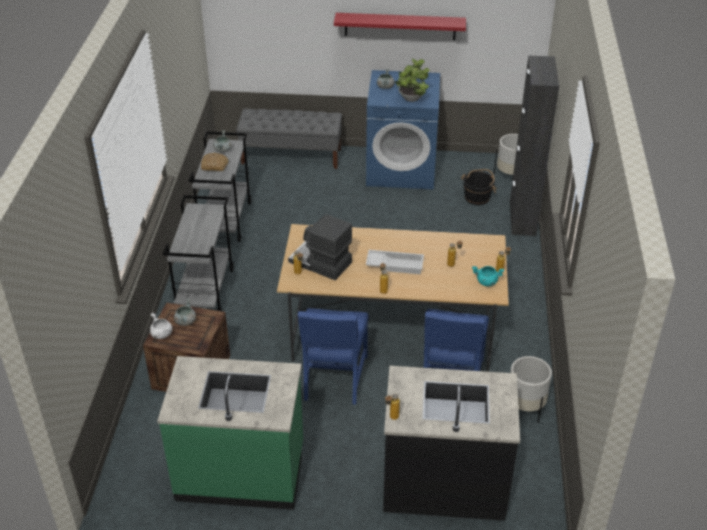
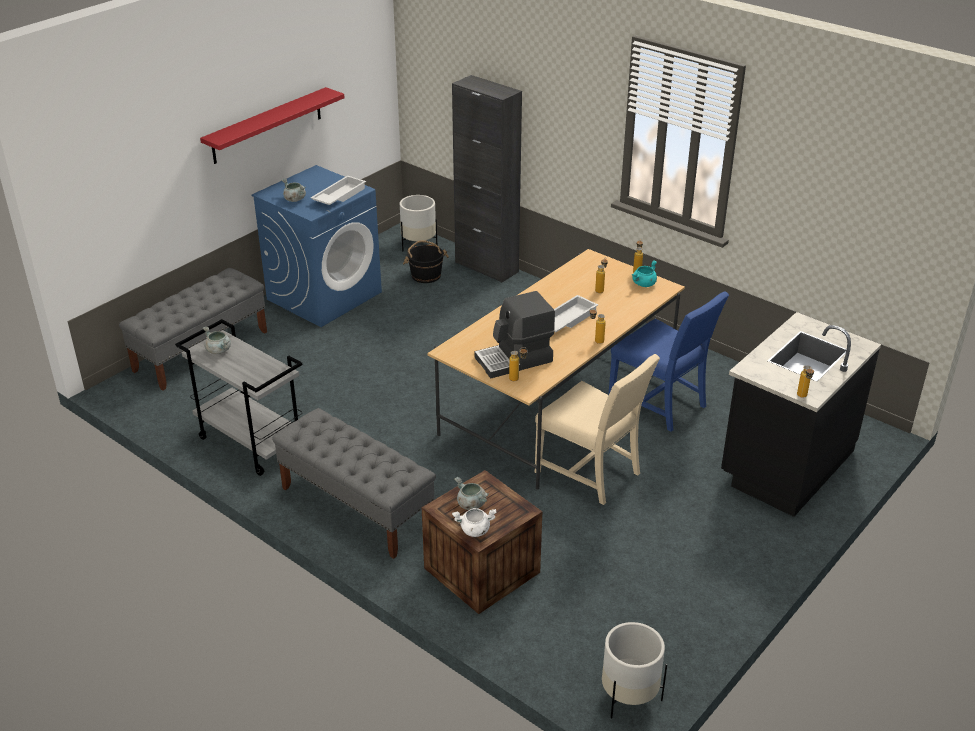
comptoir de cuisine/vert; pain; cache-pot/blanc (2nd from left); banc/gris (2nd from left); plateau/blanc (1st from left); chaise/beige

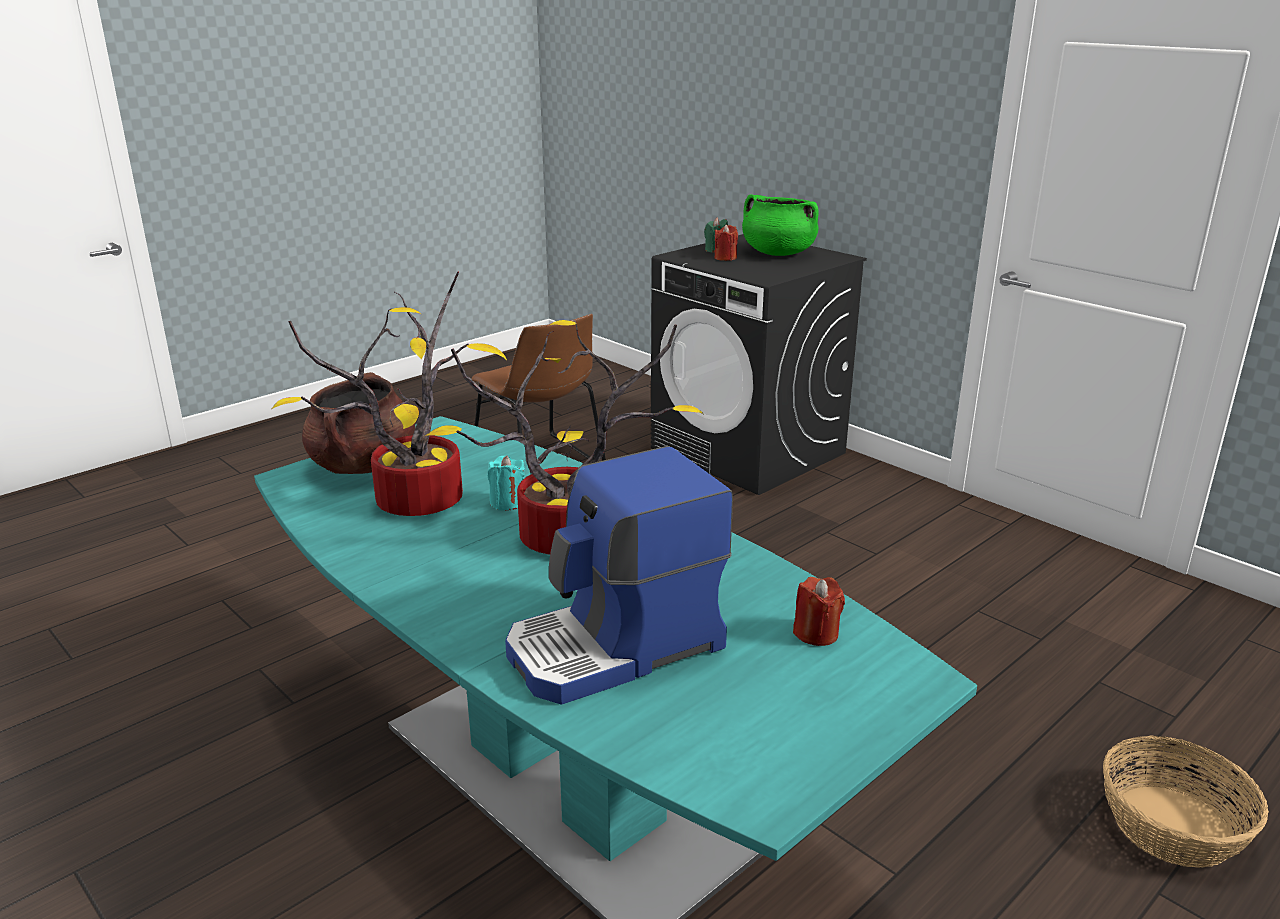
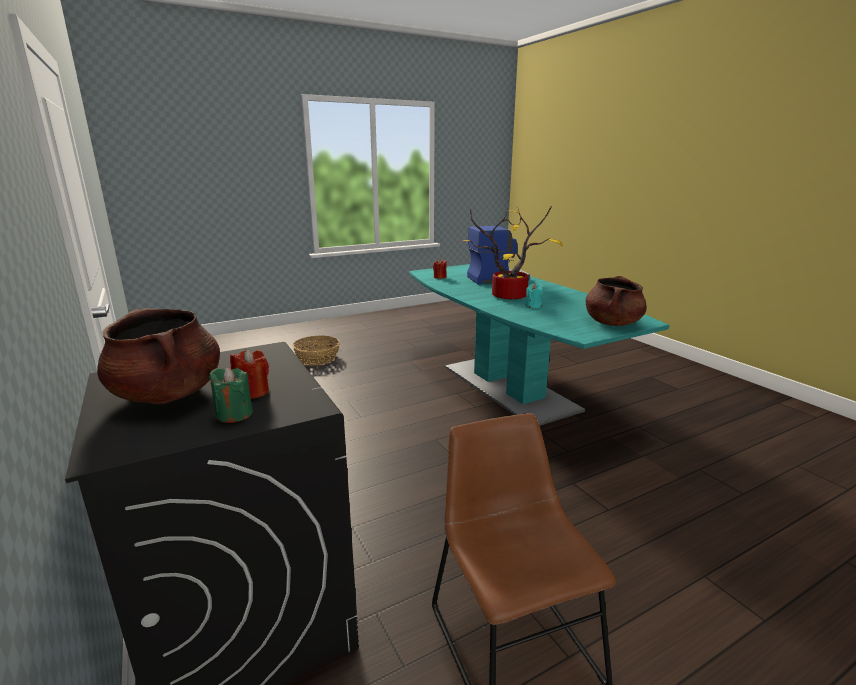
plante en pot (1st from left in the first image); marmite/marron (1st from left)

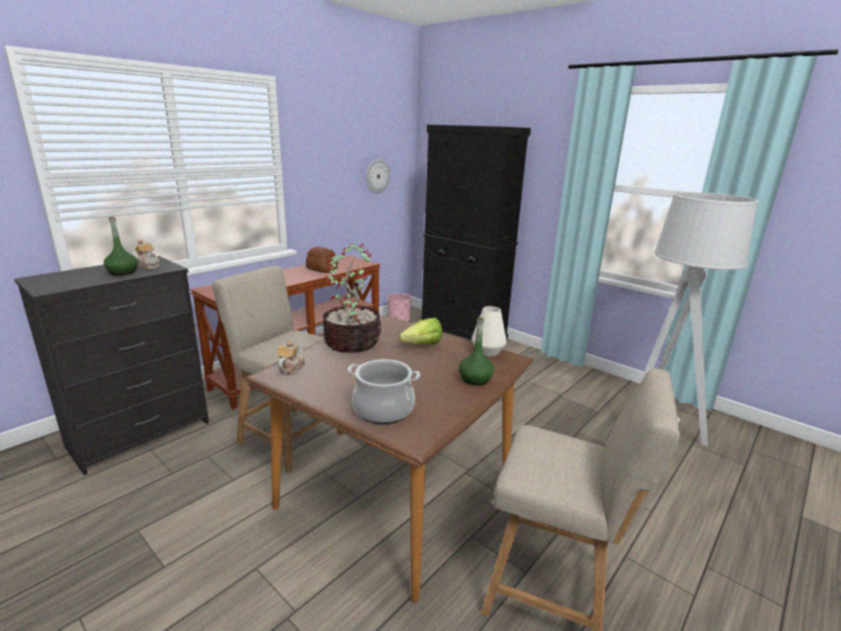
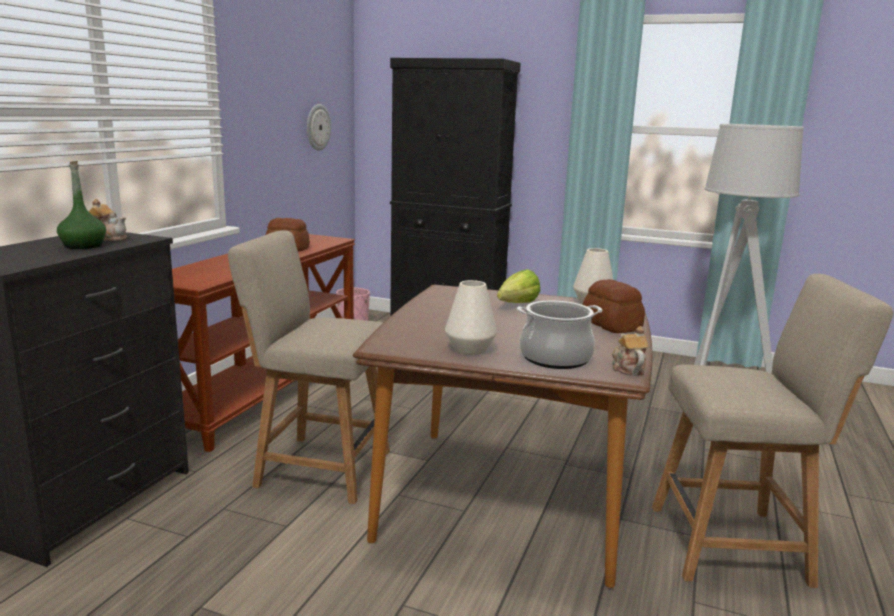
plante en pot; vase/blanc (1st from left); théière (2nd from left); pain (2nd from left)

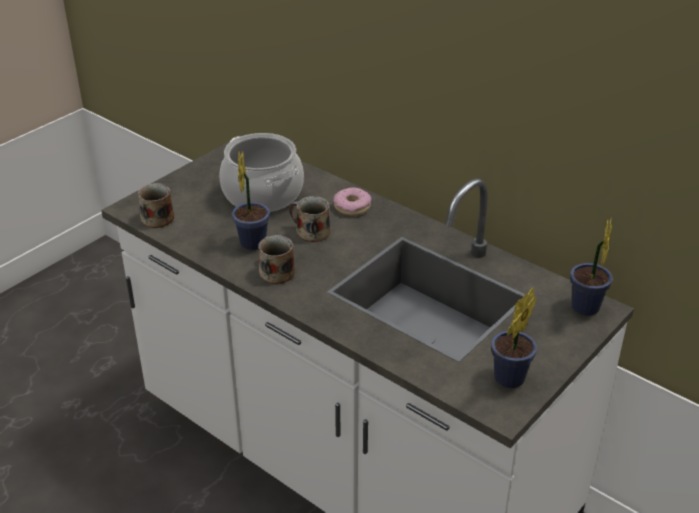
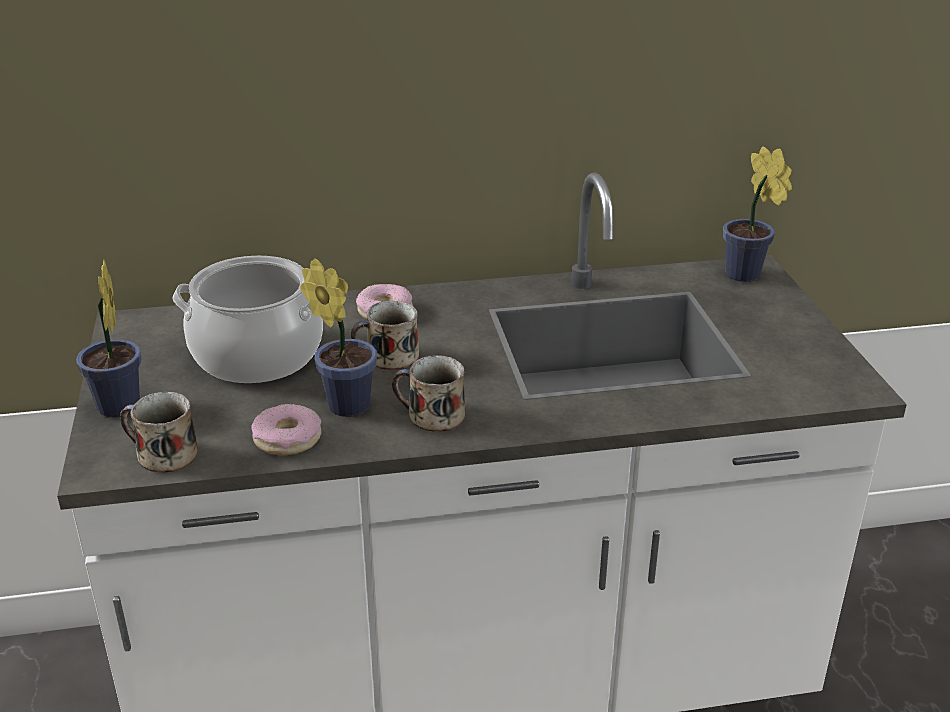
beignet (1st from left); plante en pot (1st from left)

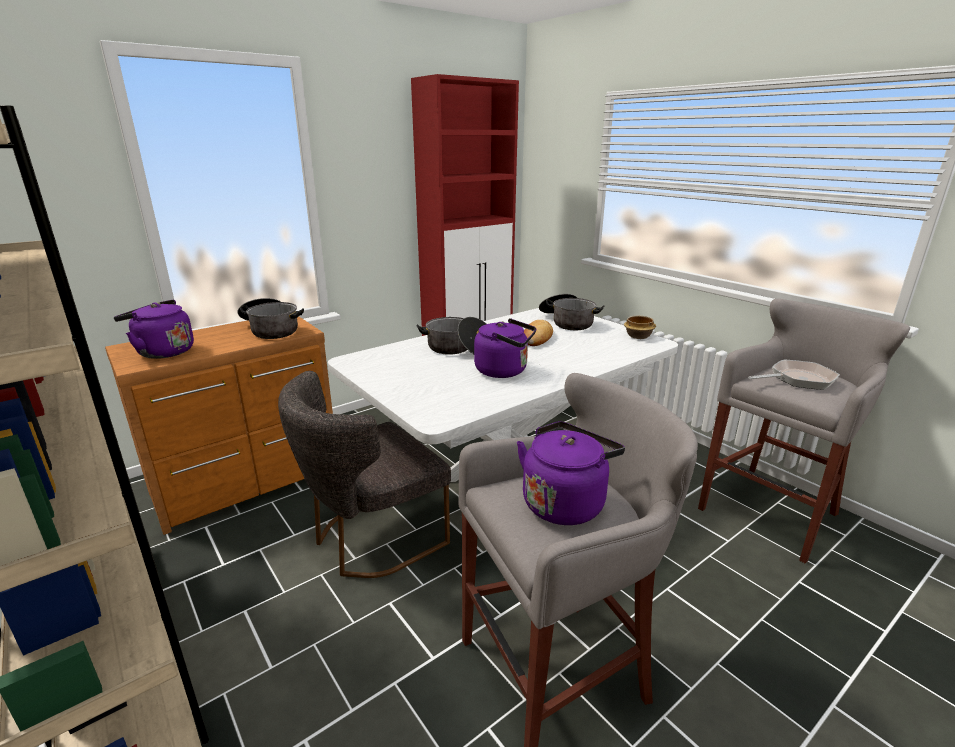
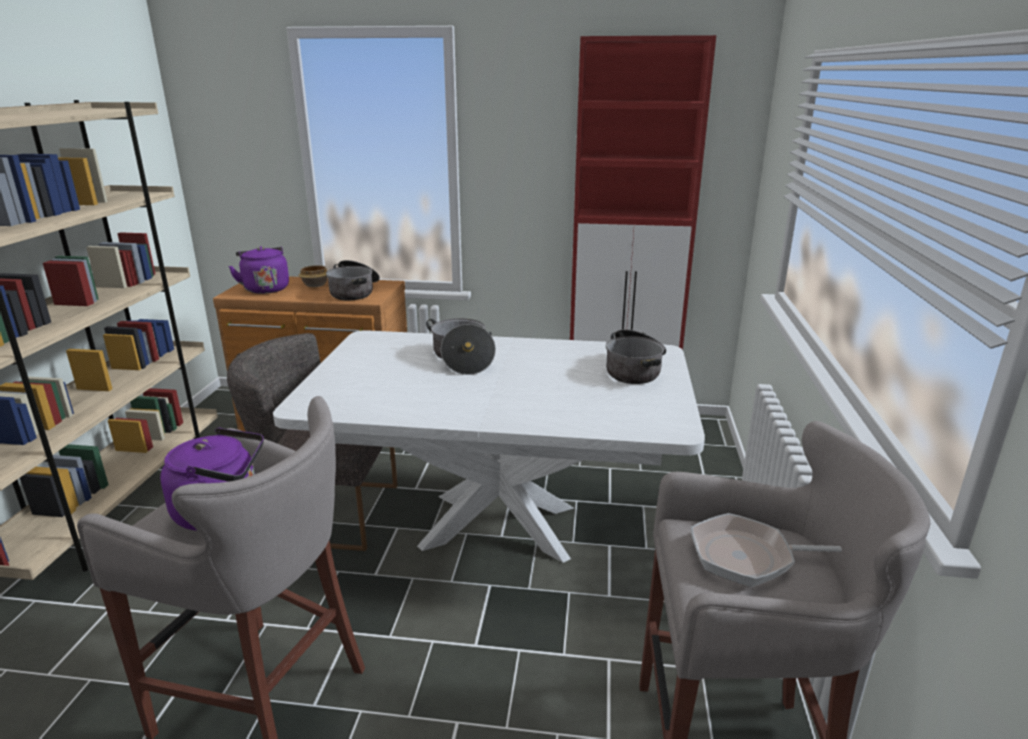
bouilloire/violet (2nd from left in the first image); pain; bol; poêle

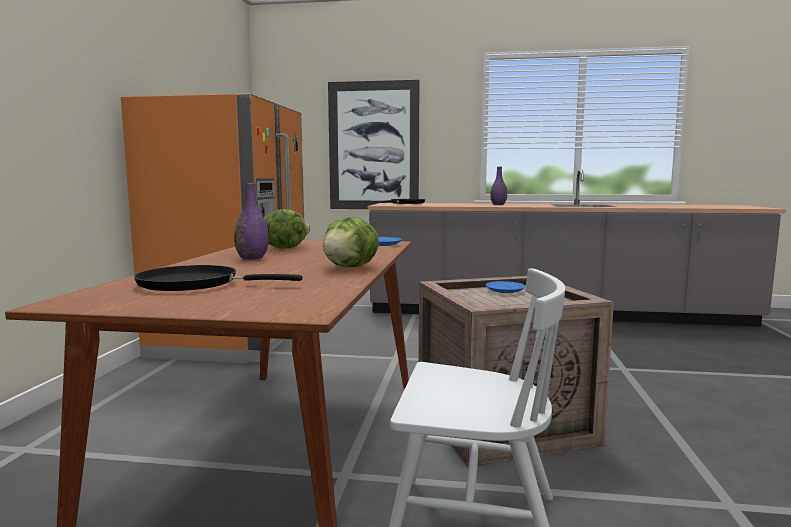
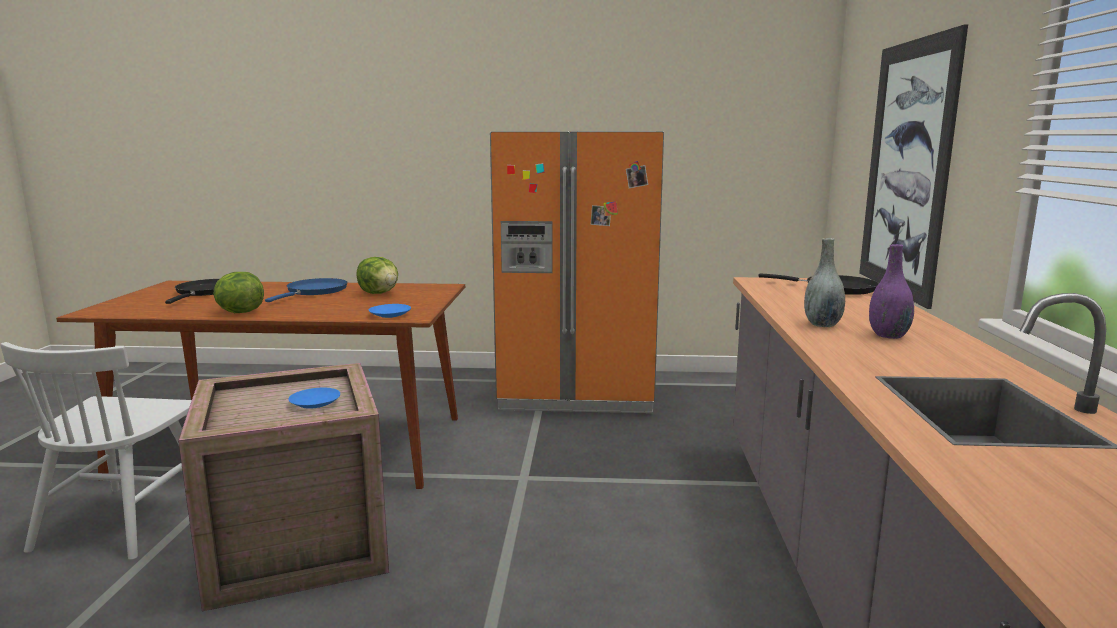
vase/gris; poêle/bleu

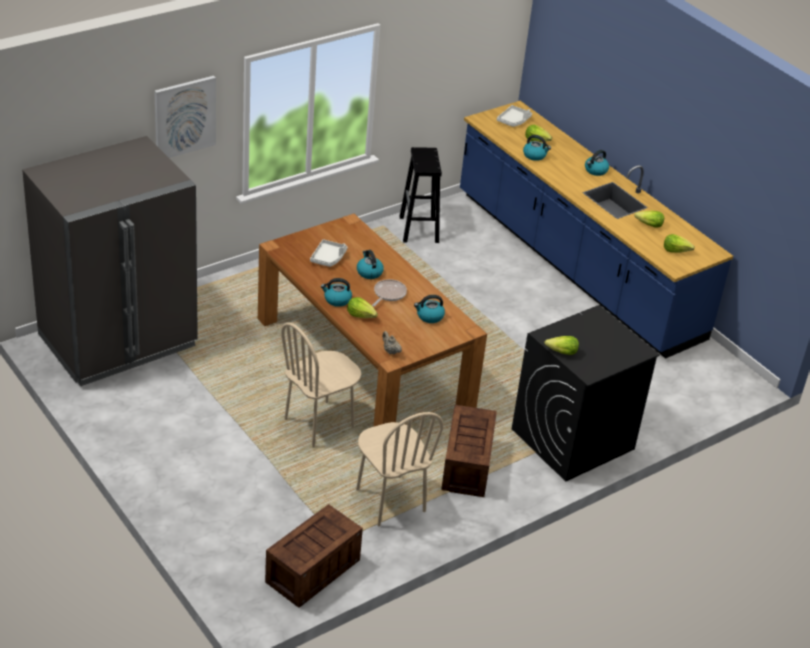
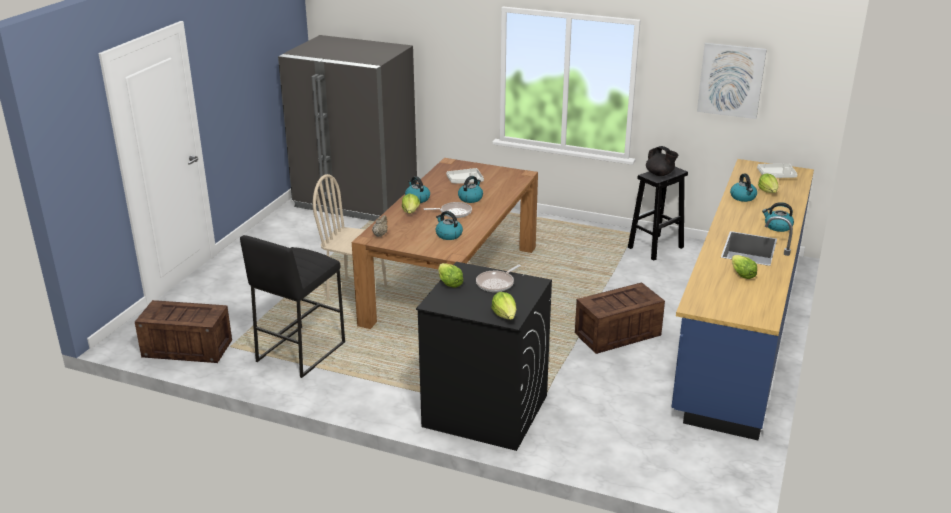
poêle (2nd from left); théière/noir; tableau; caisse (2nd from left); laitue (3rd from left); tabouret/noir (1st from left)

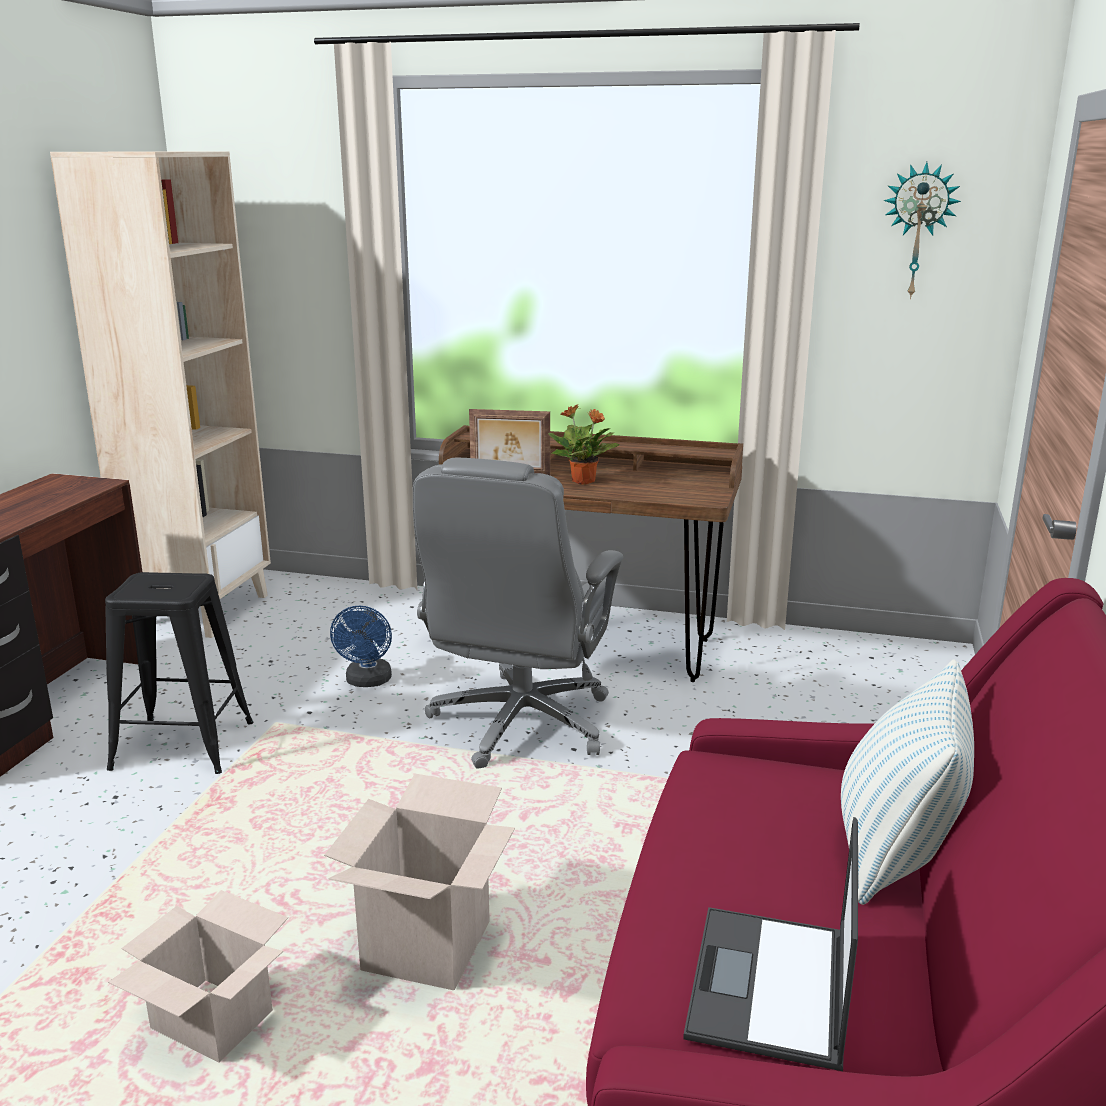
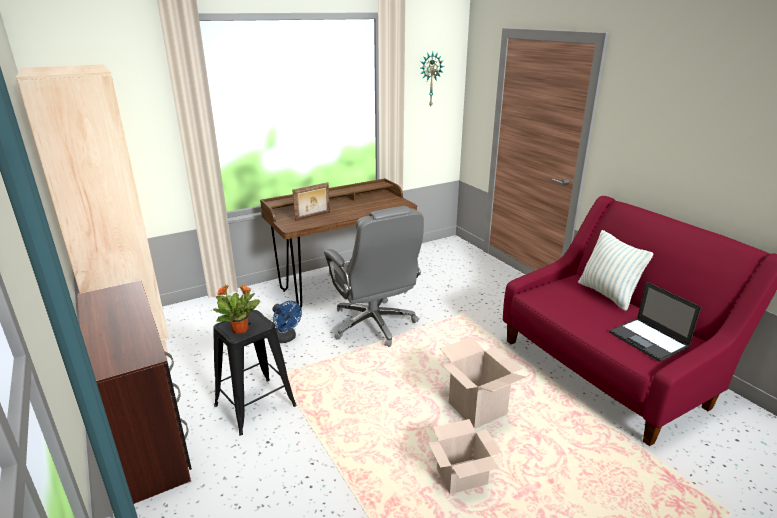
plante en pot

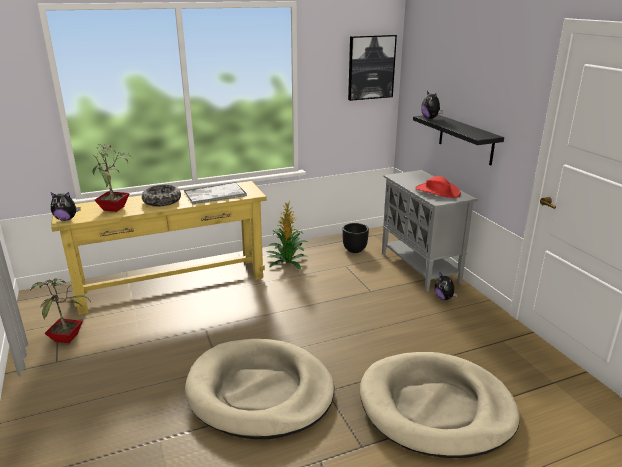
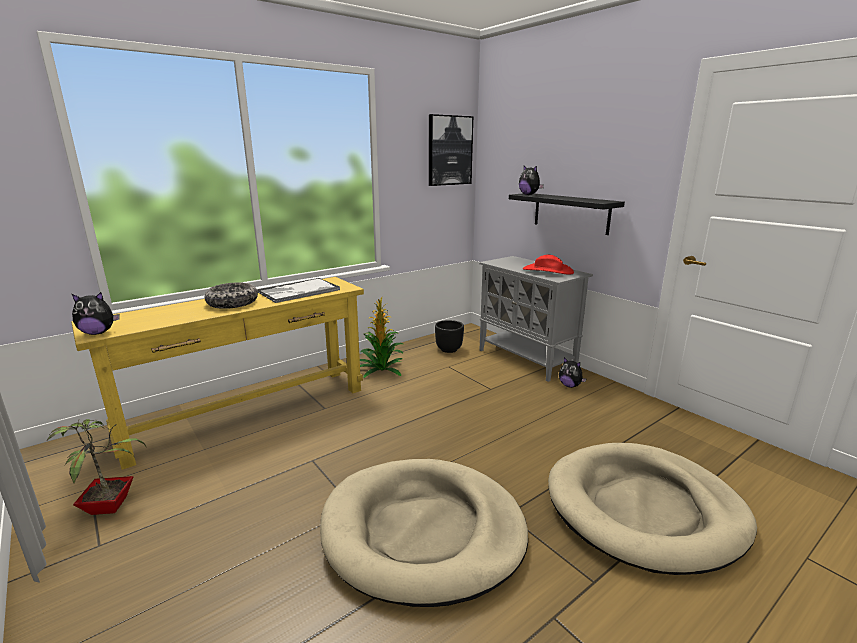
plante en pot (2nd from left in the first image)

